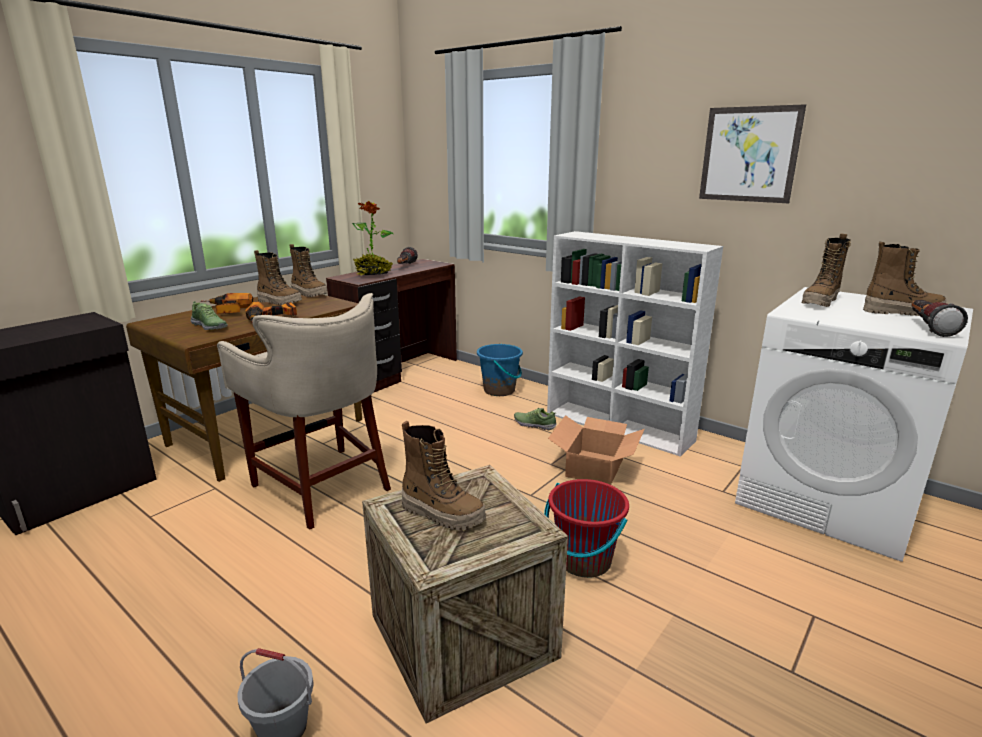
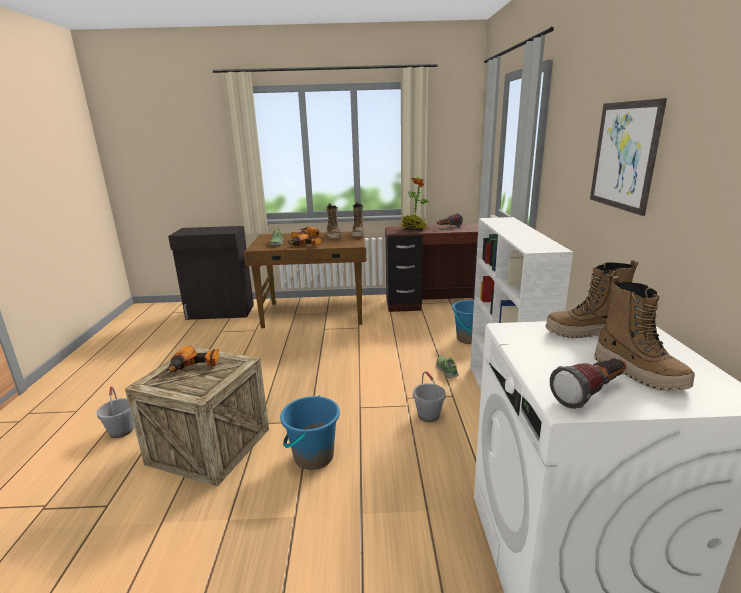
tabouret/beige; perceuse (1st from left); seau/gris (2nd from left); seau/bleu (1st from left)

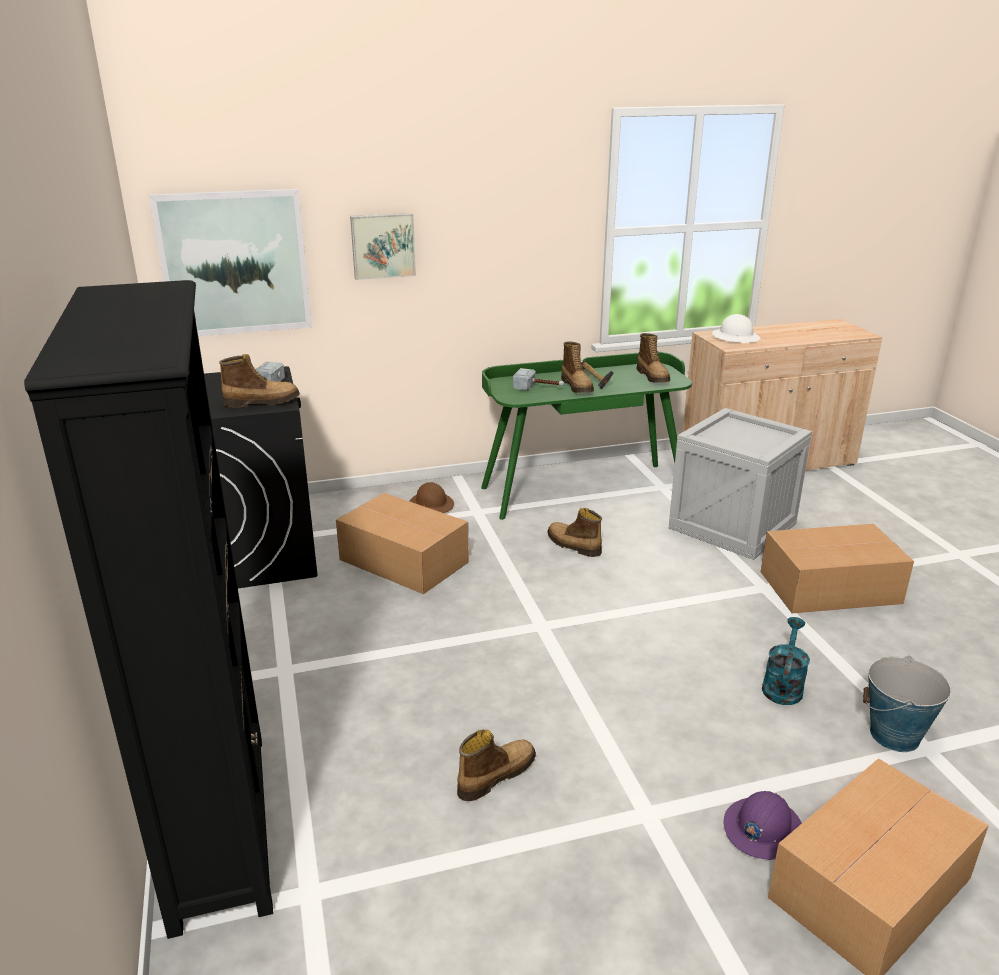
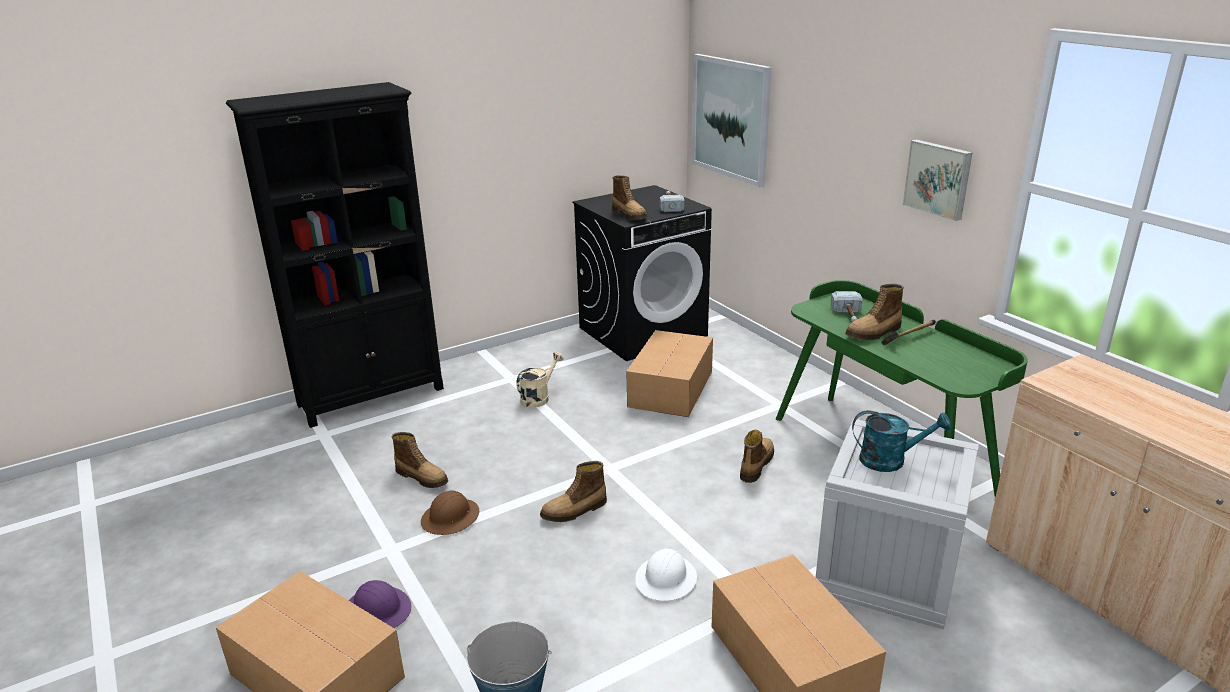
arrosoir/beige; tableau (2nd from left); casque de chantier/marron; botte (2nd from left); casque de chantier/blanc; arrosoir/turquoise

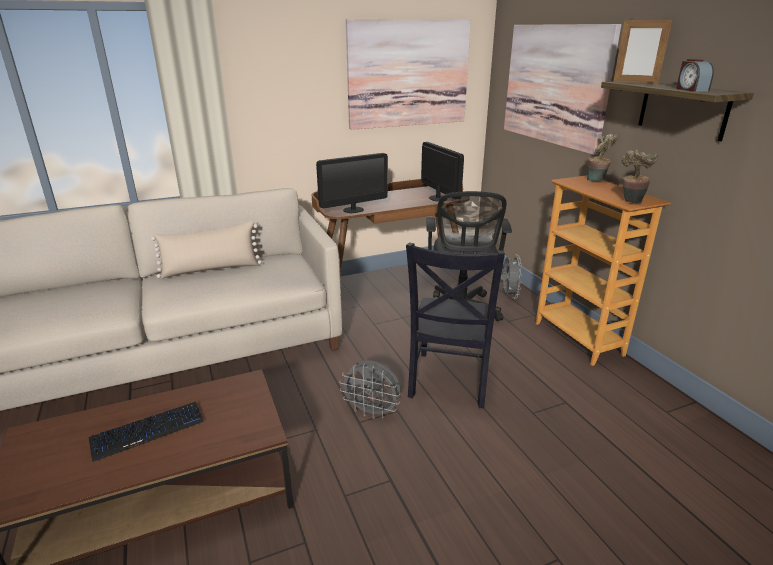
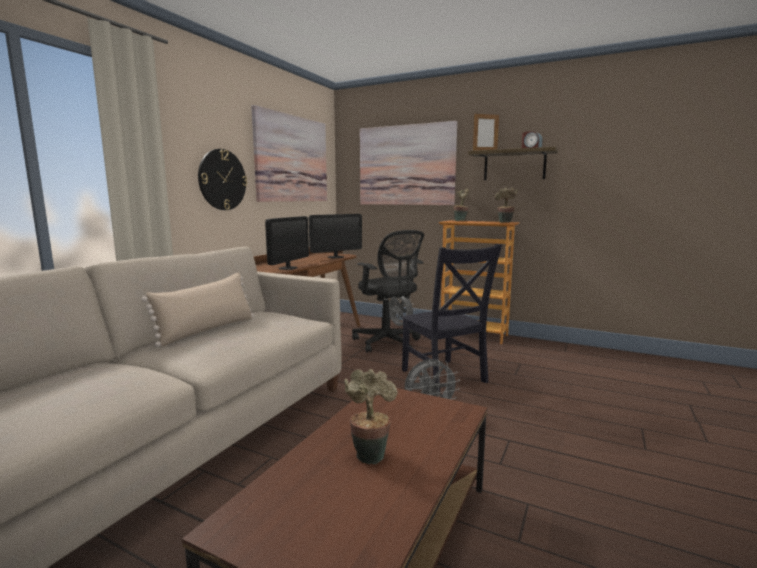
horloge murale; plante en pot (1st from left); écran d'ordinateur (2nd from left)

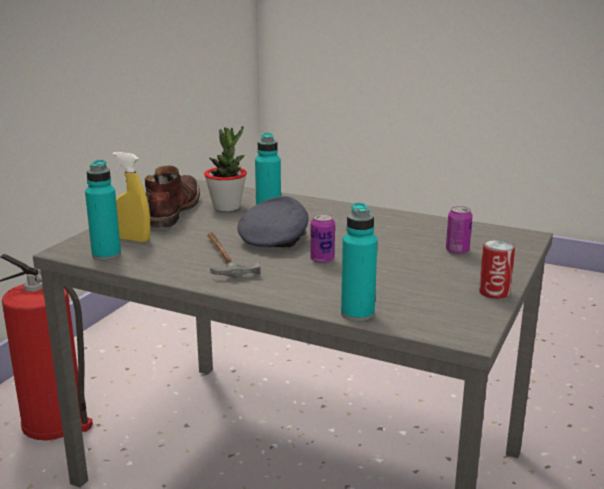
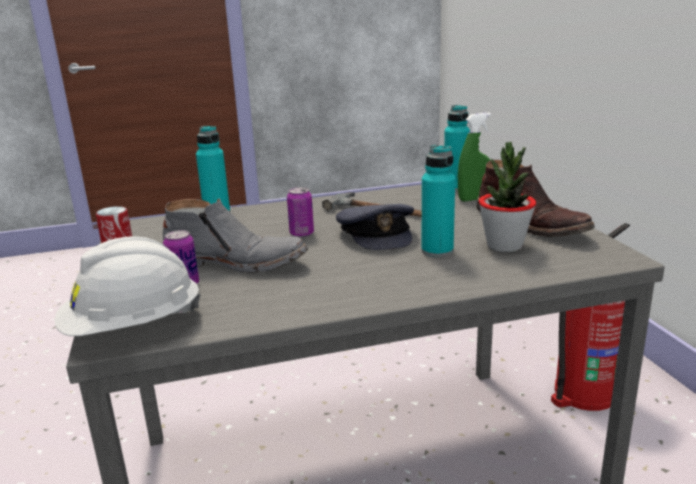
casque de chantier/blanc; botte/gris; vaporisateur/vert

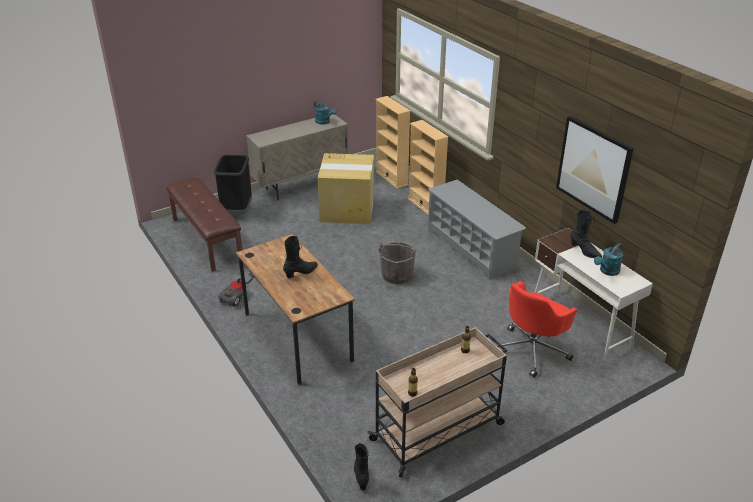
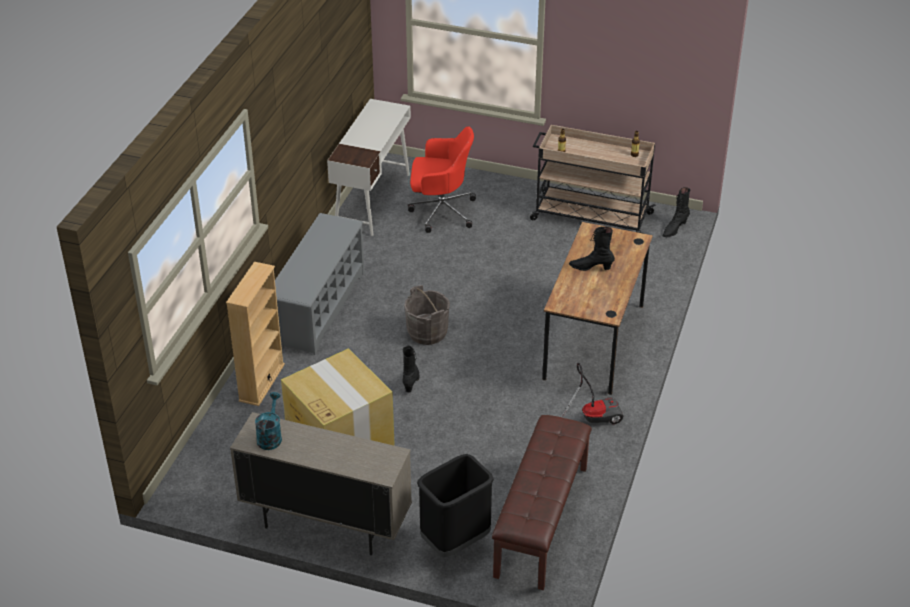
bibliothèque/beige (1st from left in the first image); tableau; arrosoir/turquoise (2nd from left in the first image); botte/noir (1st from left)

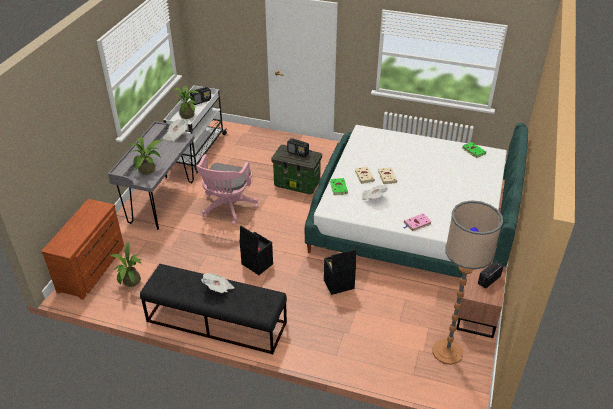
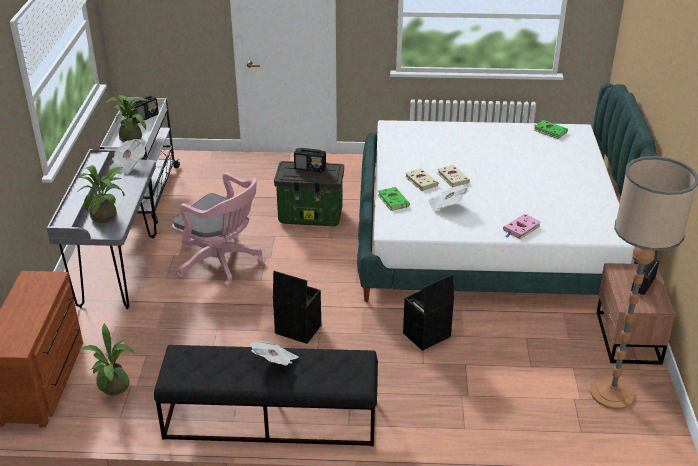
chaise de bureau/rose

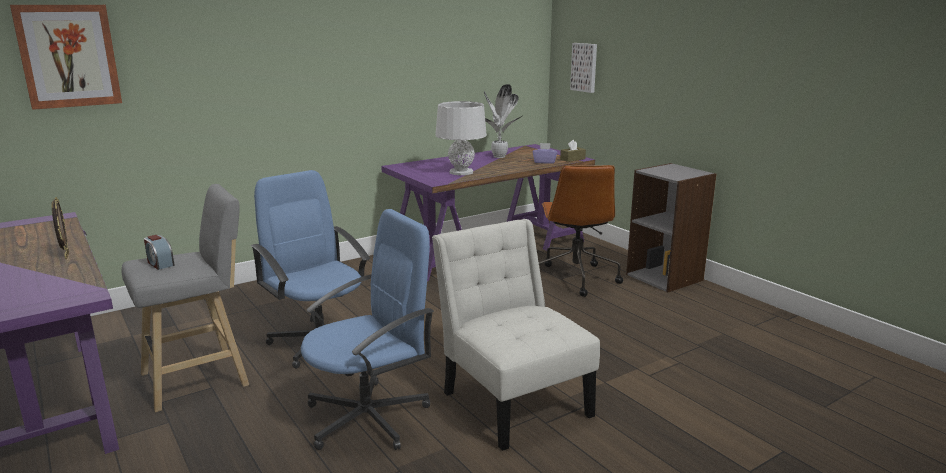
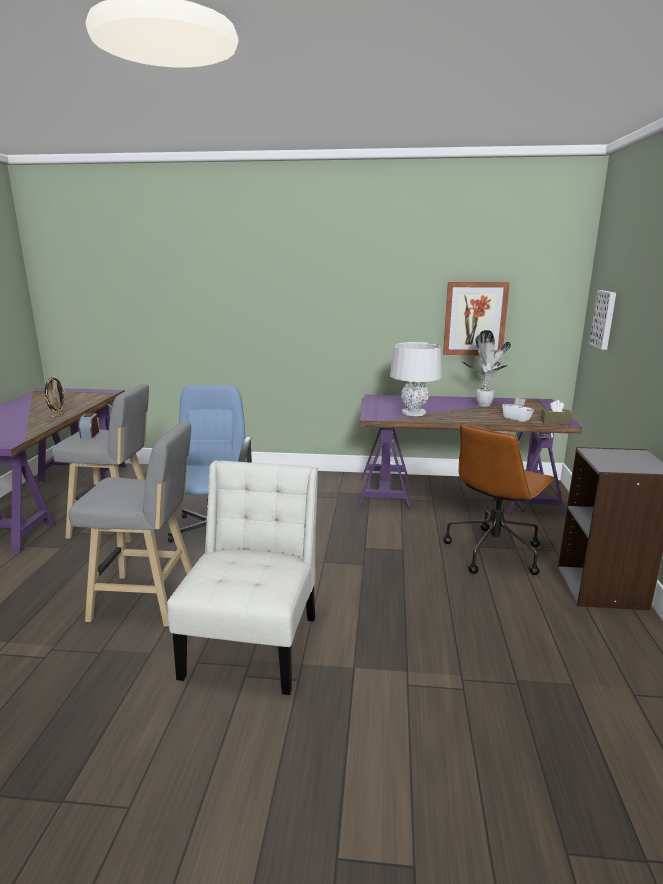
tableau (1st from left); tabouret/gris (2nd from left); boîte à mouchoirs/blanc

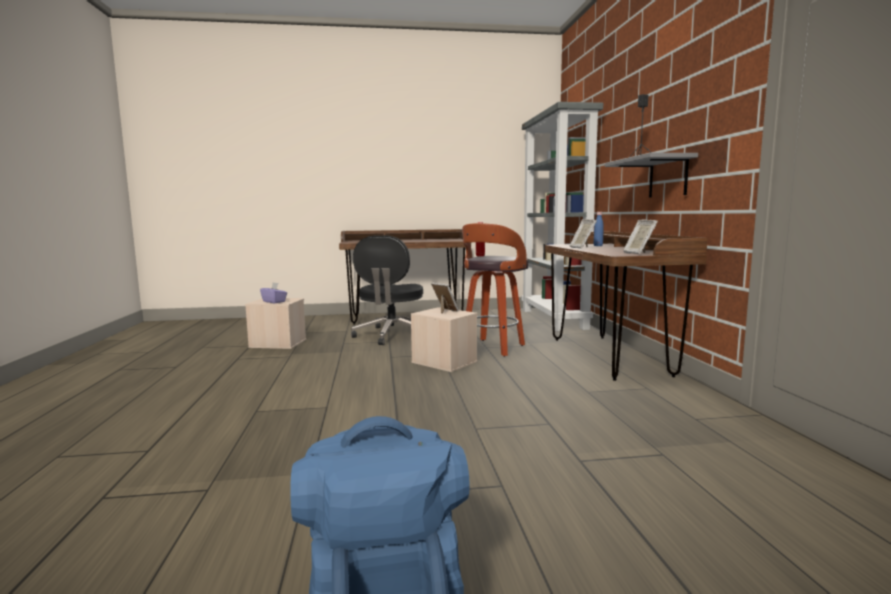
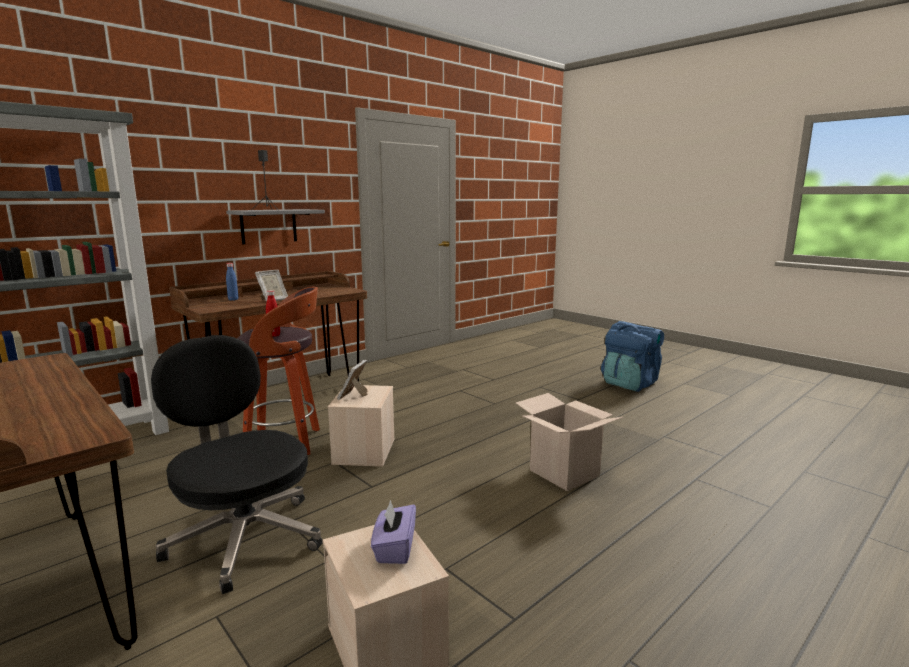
cadre photo (3rd from left in the first image); carton; chaise de bureau/noir

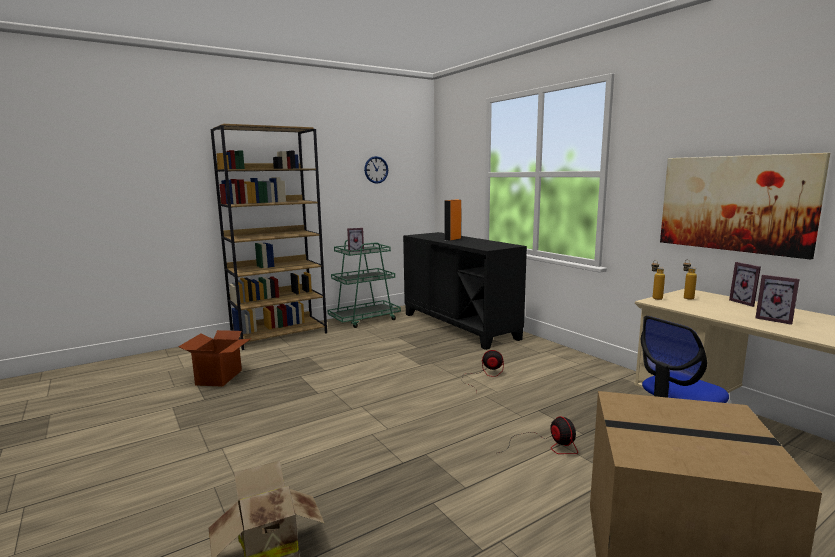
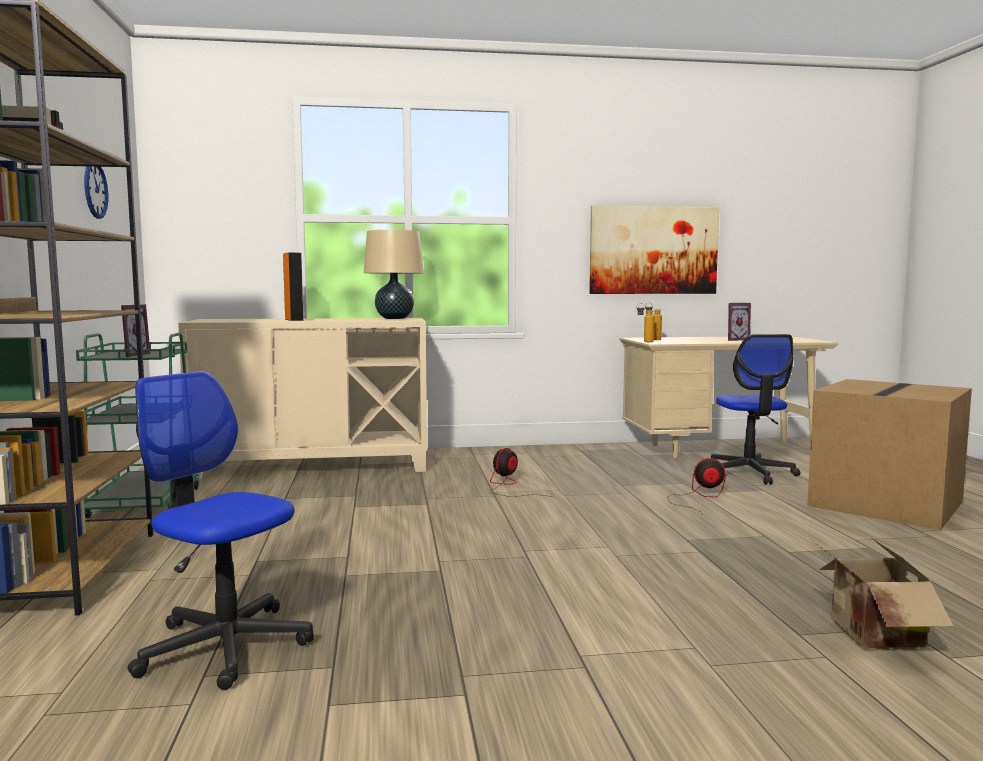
cadre photo (2nd from left in the first image); lampe de table/beige; chaise de bureau (1st from left); meuble de rangement/beige

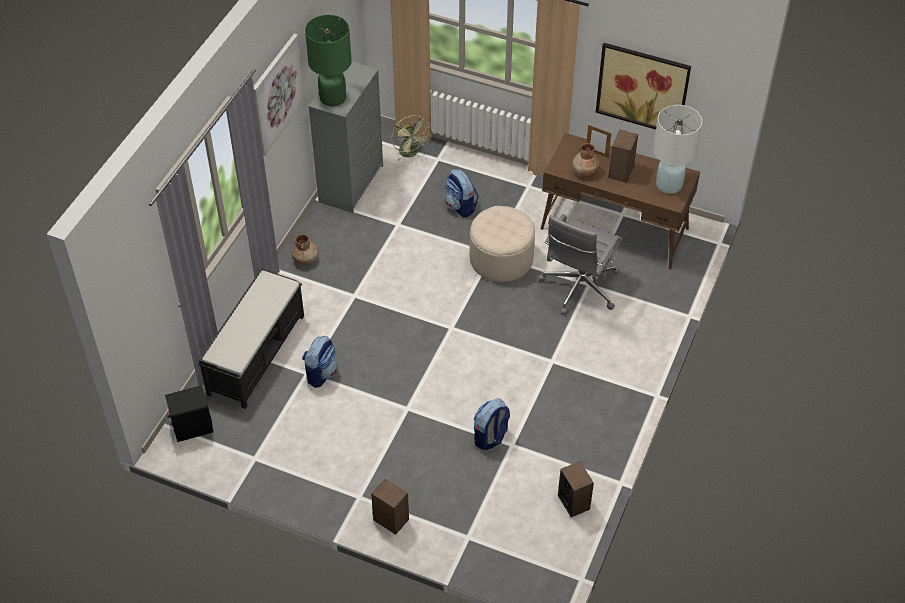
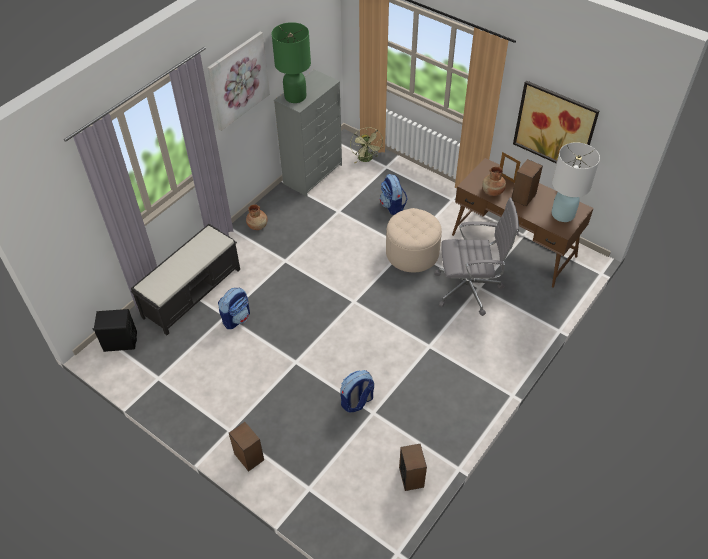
chaise de bureau/gris

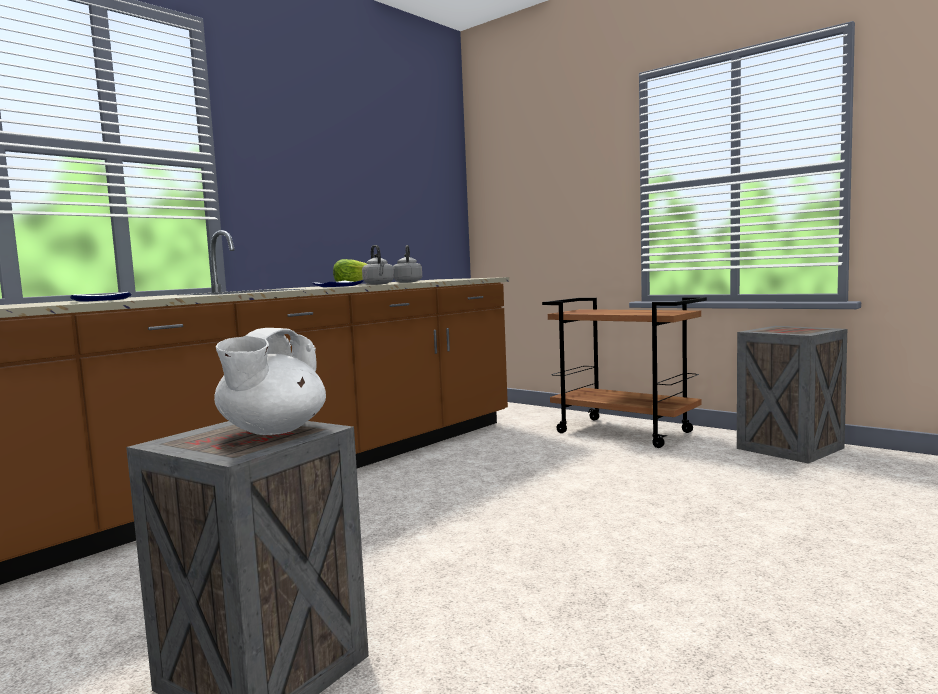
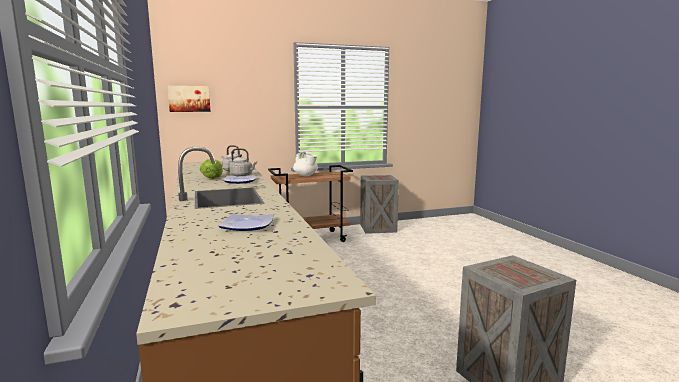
tableau; théière/blanc

